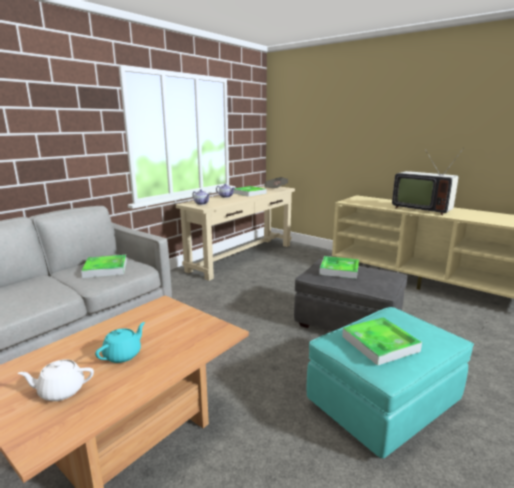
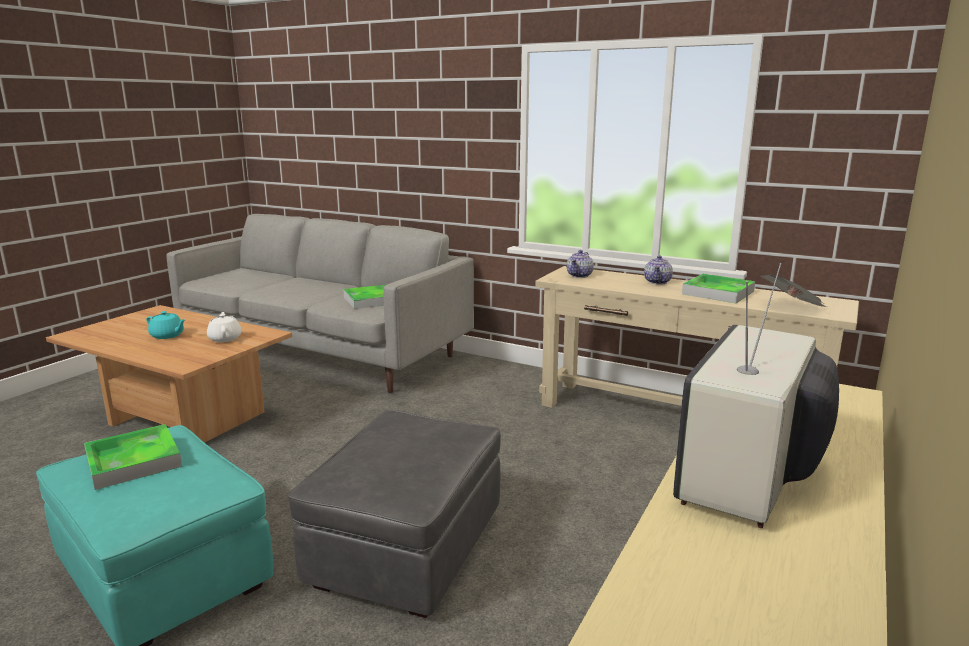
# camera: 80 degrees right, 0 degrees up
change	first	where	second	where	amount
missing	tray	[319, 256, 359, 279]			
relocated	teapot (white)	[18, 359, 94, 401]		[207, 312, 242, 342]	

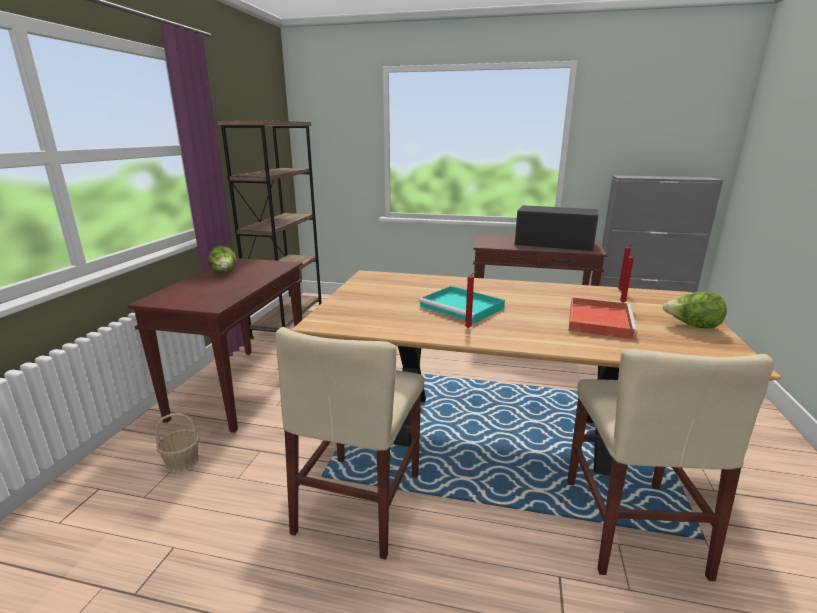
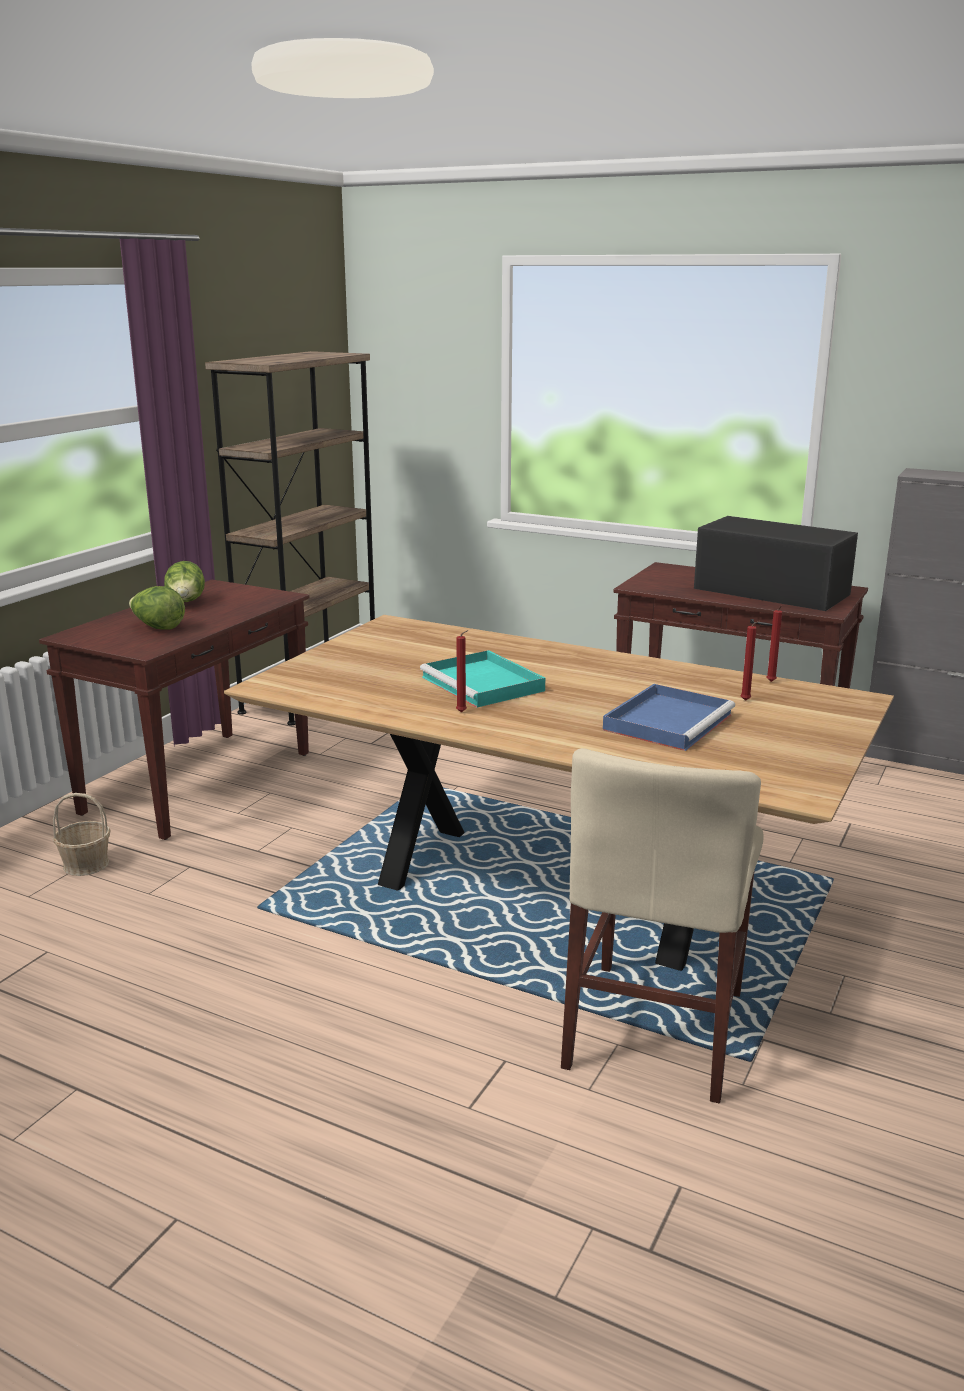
# camera: 15 degrees right, 0 degrees up
change	first	where	second	where	amount
relocated	lettuce	[663, 292, 727, 328]		[129, 586, 185, 630]	
colour	tray (red)	[569, 297, 638, 339]	tray (blue)	[603, 684, 735, 751]	
missing	chair (beige)	[275, 327, 424, 560]			

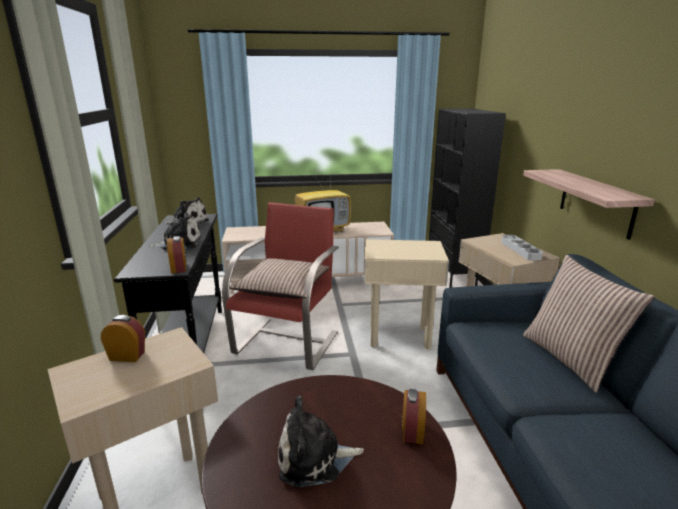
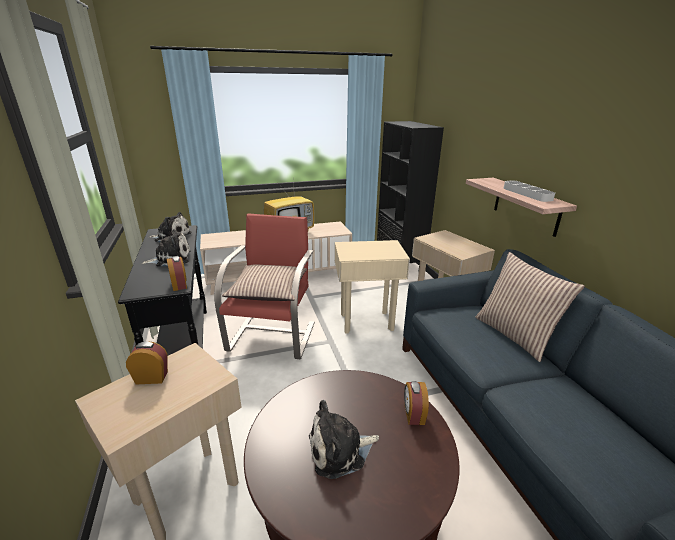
# camera: 10 degrees left, 5 degrees up
change	first	where	second	where	amount
relocated	tray (grey)	[501, 235, 543, 261]		[503, 180, 555, 202]	

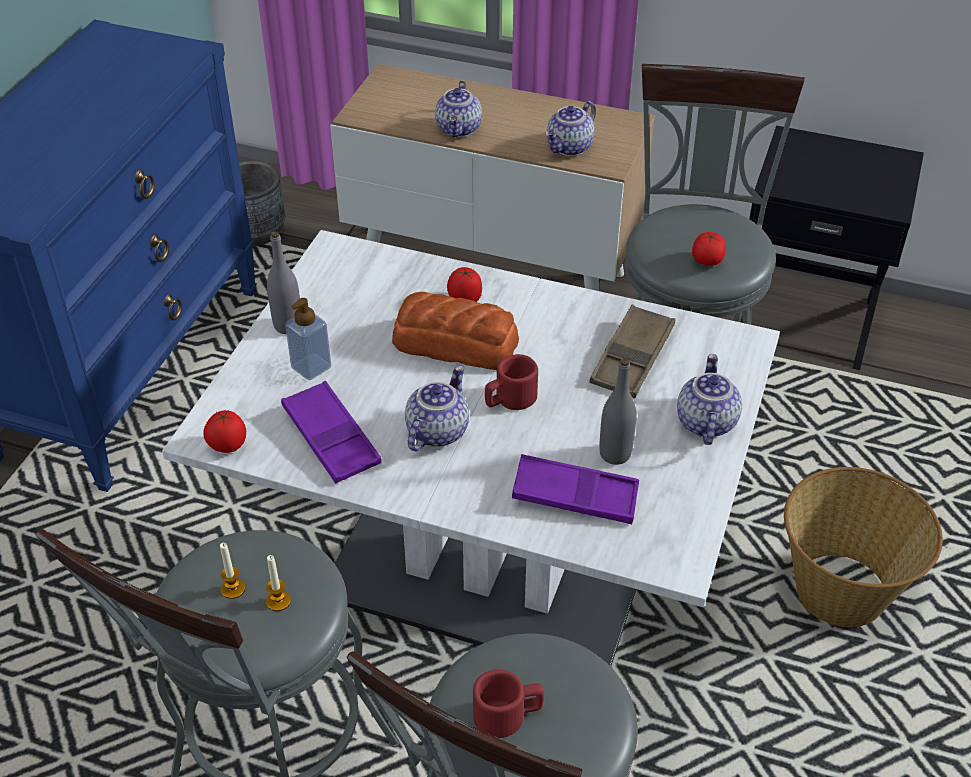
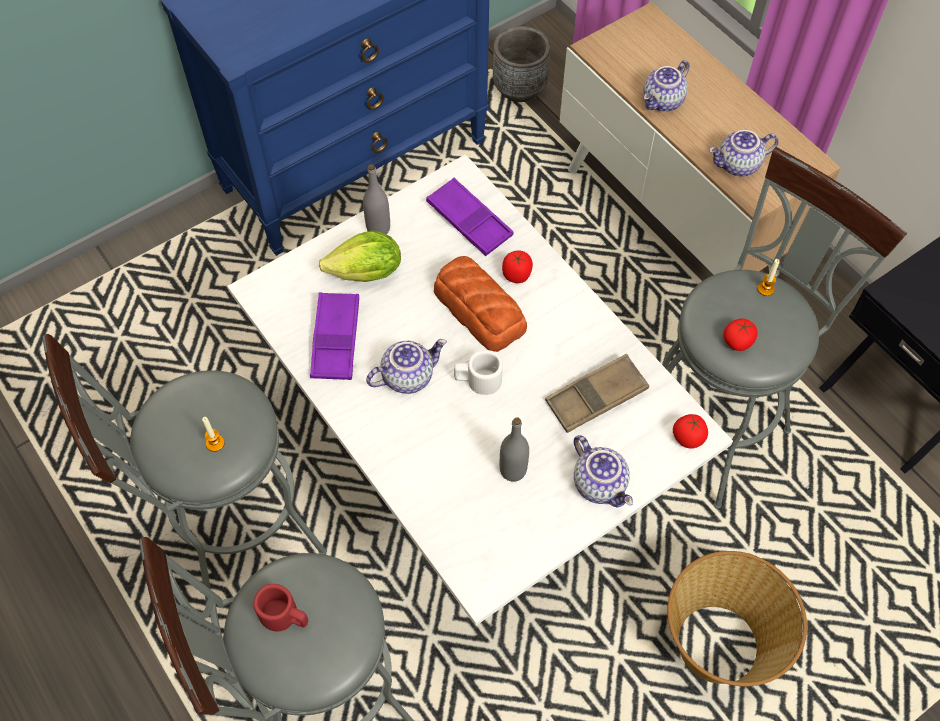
# camera: 35 degrees right, 15 degrees up
change	first	where	second	where	amount
exchanged	soap dispenser	[285, 298, 331, 380]	lettuce	[319, 231, 401, 282]	
colour	mug (red)	[485, 354, 538, 410]	mug (white)	[454, 350, 503, 395]	
spun	teapot	[677, 354, 742, 445]		[574, 435, 633, 507]	105 degrees clockwise
relocated	tomato	[203, 410, 246, 453]		[673, 414, 708, 449]	
relocated	tray (purple)	[512, 454, 639, 524]		[426, 177, 513, 256]	
relocated	candle	[220, 543, 245, 599]		[757, 259, 780, 296]	

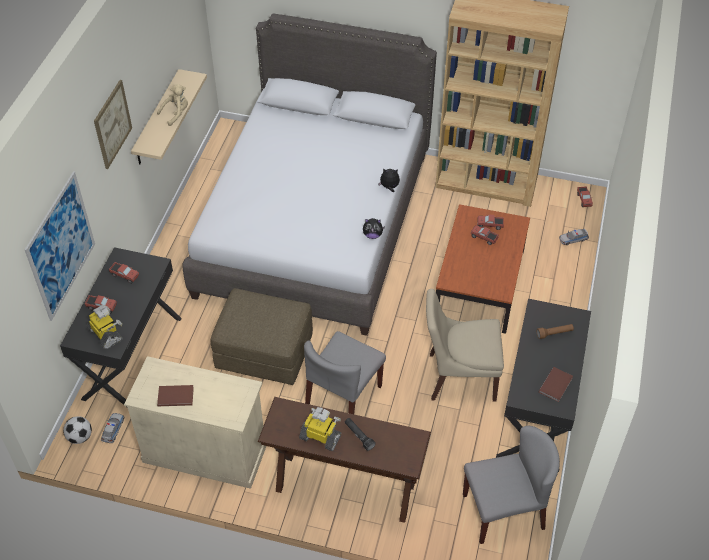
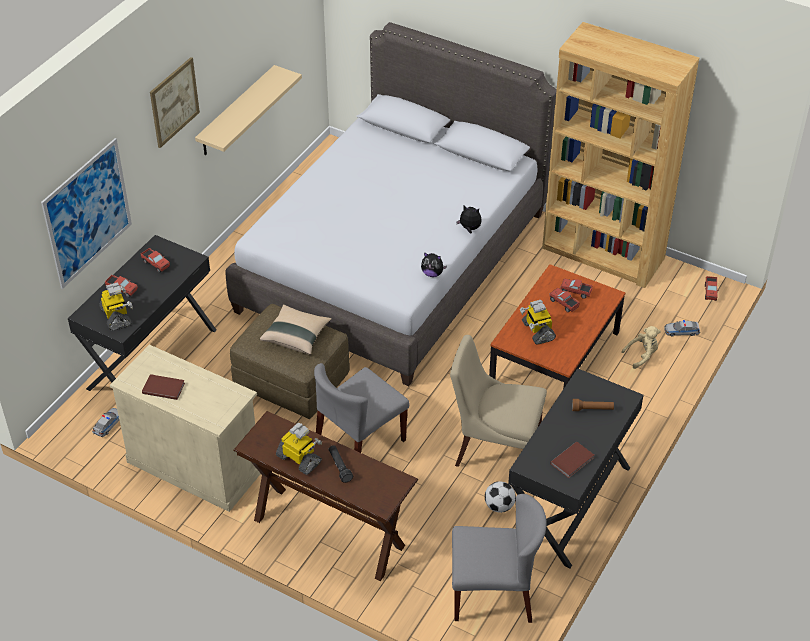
# camera: 15 degrees right, 5 degrees down
change	first	where	second	where	amount
relocated	plush toy (beige)	[157, 84, 188, 126]		[621, 326, 661, 369]	
relocated	football	[63, 416, 92, 444]		[485, 481, 516, 513]	
appeared			toy robot	[520, 300, 556, 345]	
appeared			pillow (beige)	[260, 304, 332, 355]	

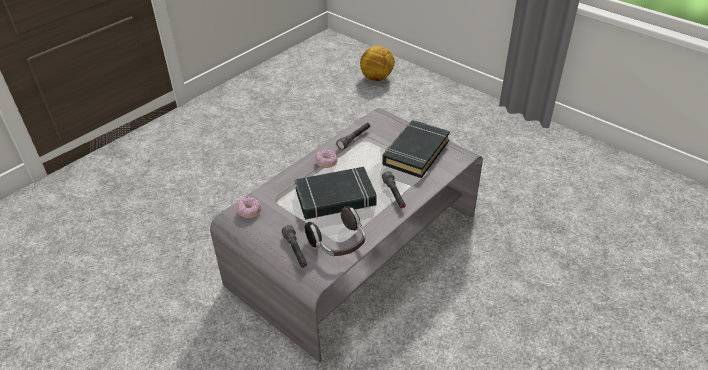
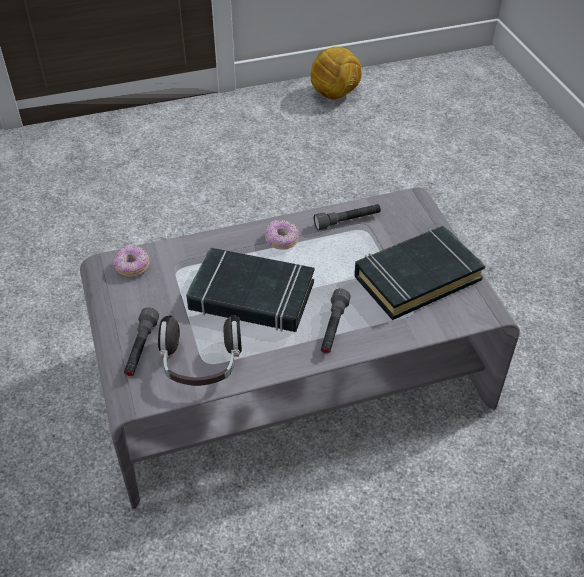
# camera: 30 degrees right, 5 degrees up
change	first	where	second	where	amount
relocated	football	[360, 46, 395, 81]		[311, 47, 362, 99]	

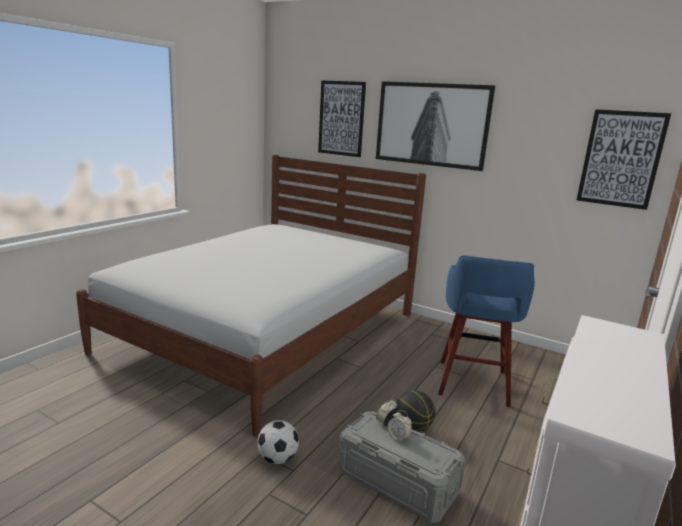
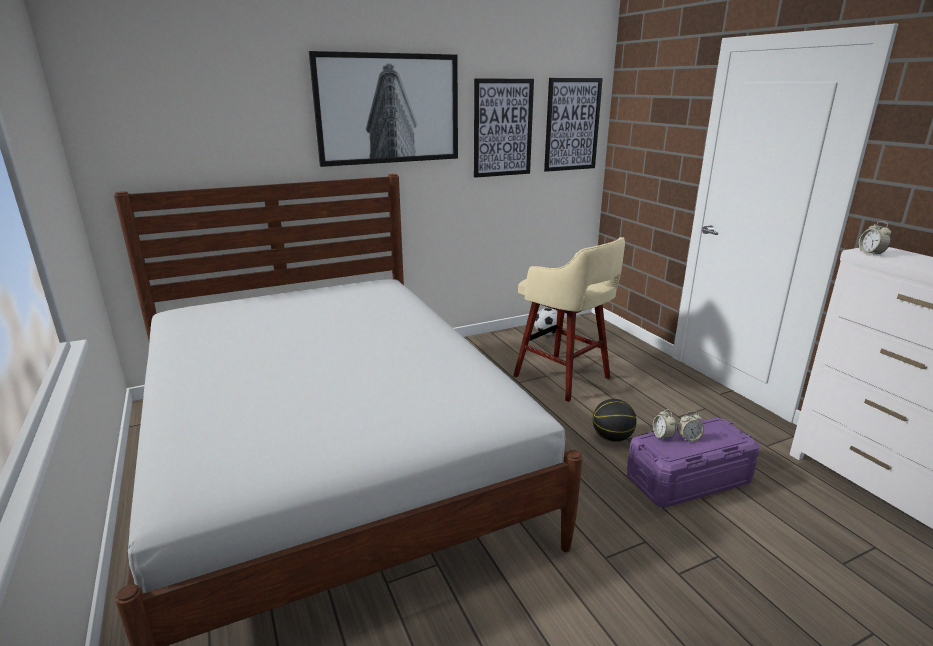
# camera: 55 degrees left, 5 degrees up
change	first	where	second	where	amount
relocated	picture	[318, 80, 366, 157]		[474, 78, 534, 178]	
colour	stool (blue)	[438, 255, 535, 407]	stool (beige)	[513, 237, 625, 402]	
colour	storage box (grey)	[338, 412, 465, 523]	storage box (purple)	[627, 418, 759, 508]	
relocated	football	[257, 420, 299, 464]		[534, 308, 557, 335]	
appeared			alarm clock	[859, 221, 891, 256]	

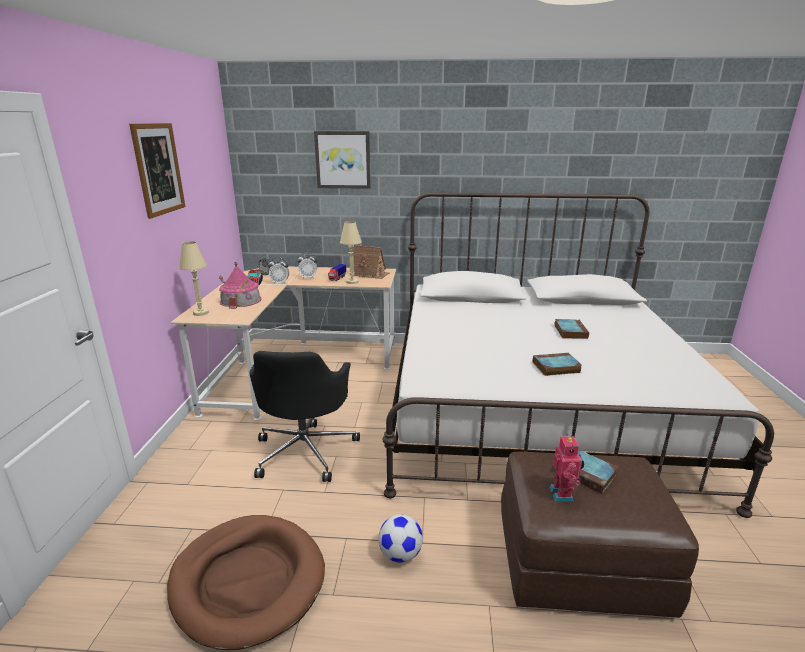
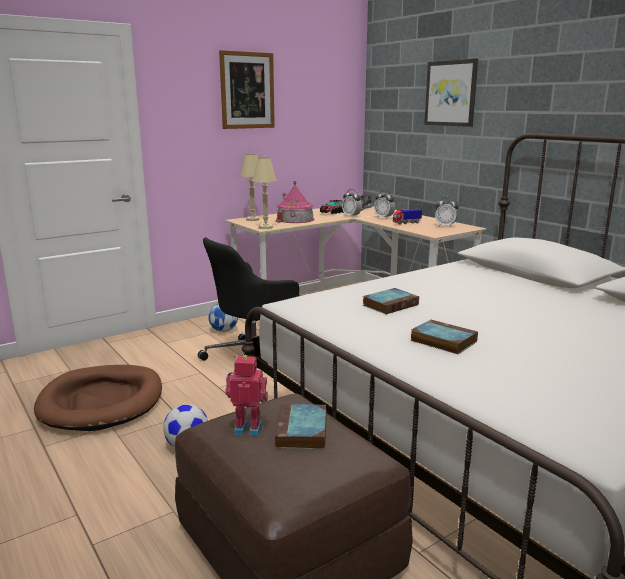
# camera: 50 degrees right, 5 degrees down
change	first	where	second	where	amount
relocated	table lamp (beige)	[340, 221, 362, 284]		[252, 157, 277, 229]	
exchanged	toy house	[353, 245, 389, 279]	alarm clock	[435, 197, 459, 228]	
relocated	book	[554, 319, 589, 339]		[363, 288, 419, 314]	
spun	toy robot	[550, 434, 584, 501]		[225, 355, 268, 436]	135 degrees counterclockwise
appeared			football	[208, 303, 238, 332]	

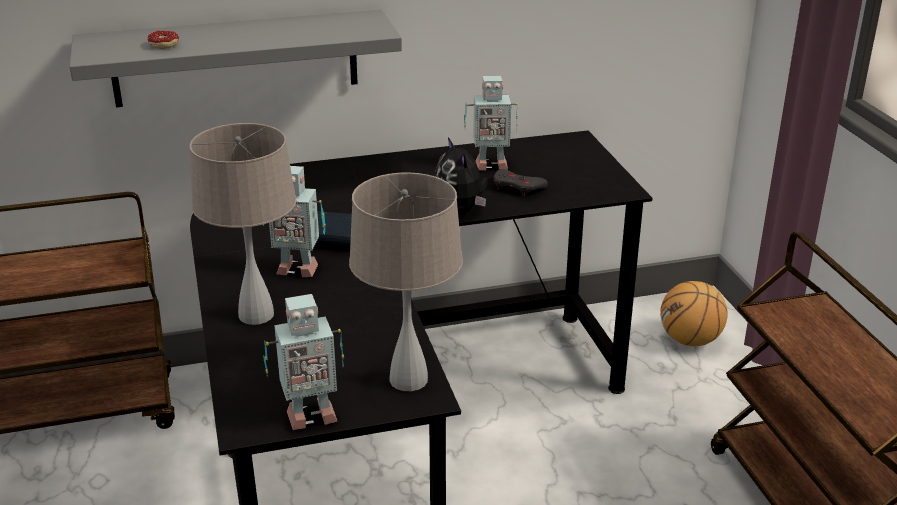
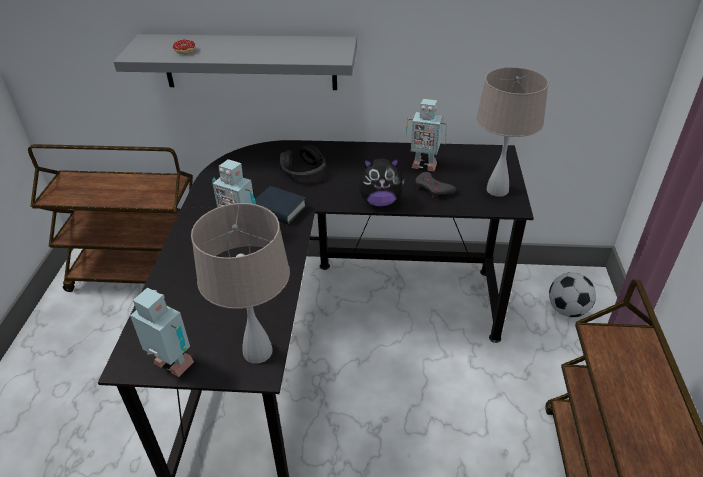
# camera: 20 degrees right, 10 degrees up
change	first	where	second	where	amount
relocated	table lamp (beige)	[190, 123, 297, 325]		[476, 67, 549, 197]	
spun	plush toy	[434, 137, 488, 214]		[359, 158, 405, 207]	90 degrees counterclockwise
exchanged	basketball	[660, 281, 728, 346]	football	[549, 272, 596, 317]	
spun	toy robot	[263, 294, 344, 430]		[130, 287, 194, 377]	150 degrees counterclockwise
appeared			headphones (black)	[280, 145, 326, 178]	

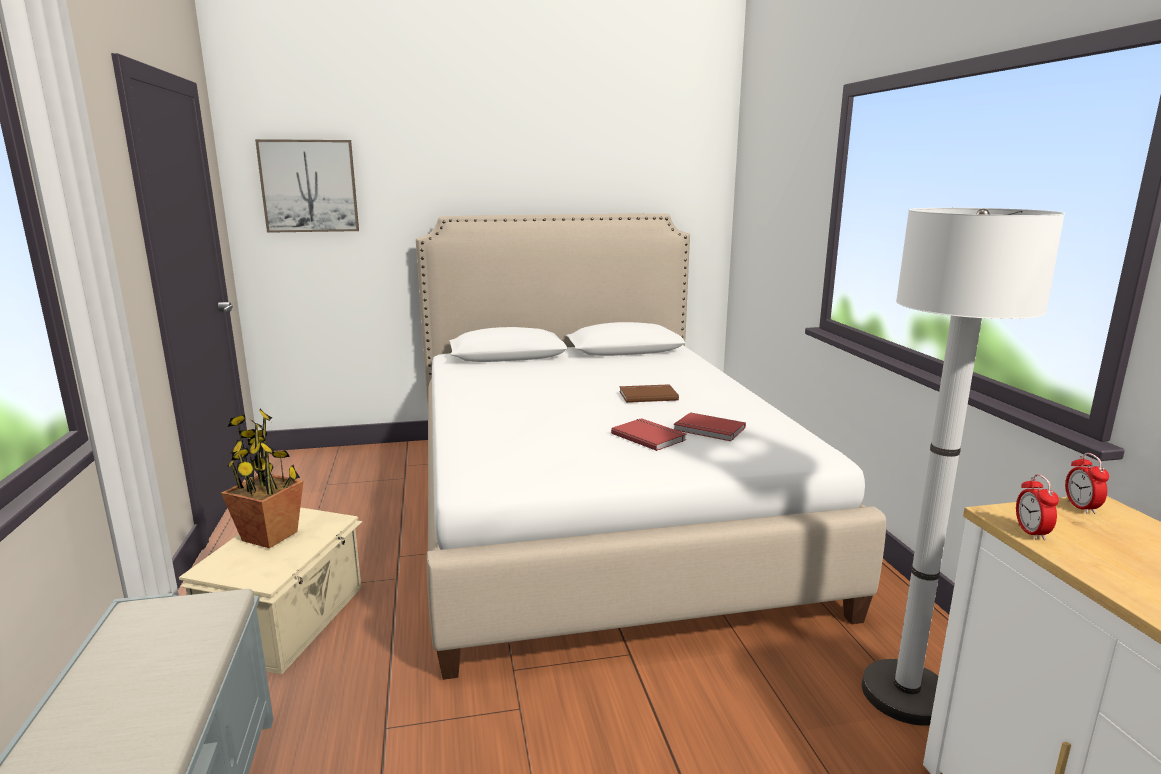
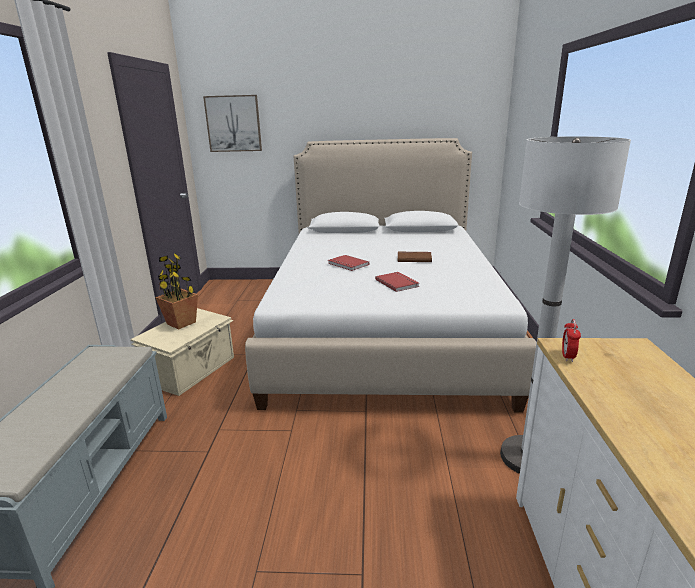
# camera: 15 degrees right, 5 degrees up
change	first	where	second	where	amount
relocated	book (red)	[674, 412, 746, 441]		[328, 255, 369, 271]	
missing	alarm clock	[1065, 453, 1109, 514]			

